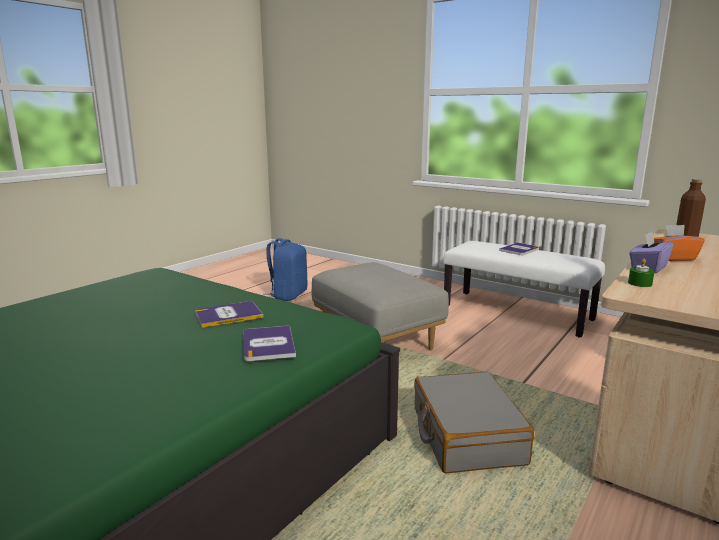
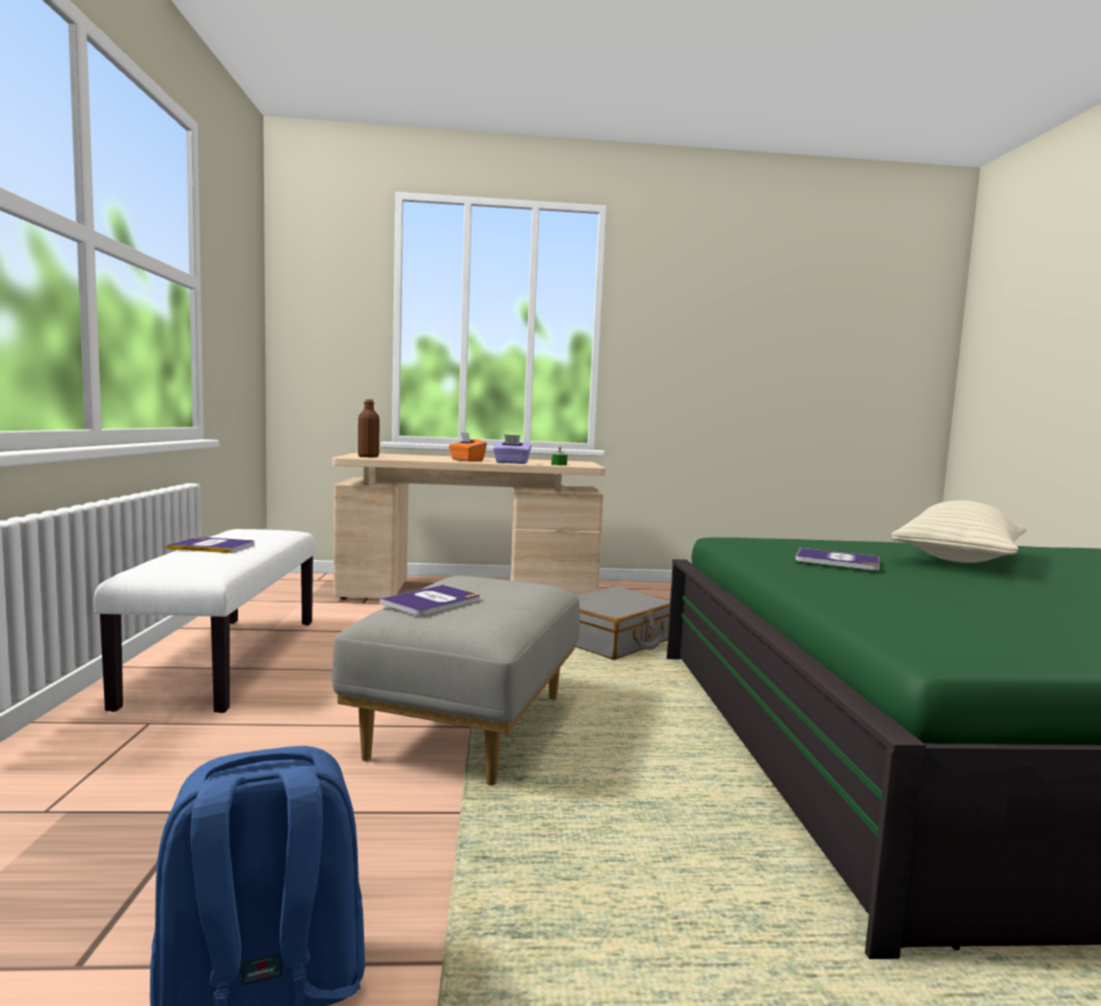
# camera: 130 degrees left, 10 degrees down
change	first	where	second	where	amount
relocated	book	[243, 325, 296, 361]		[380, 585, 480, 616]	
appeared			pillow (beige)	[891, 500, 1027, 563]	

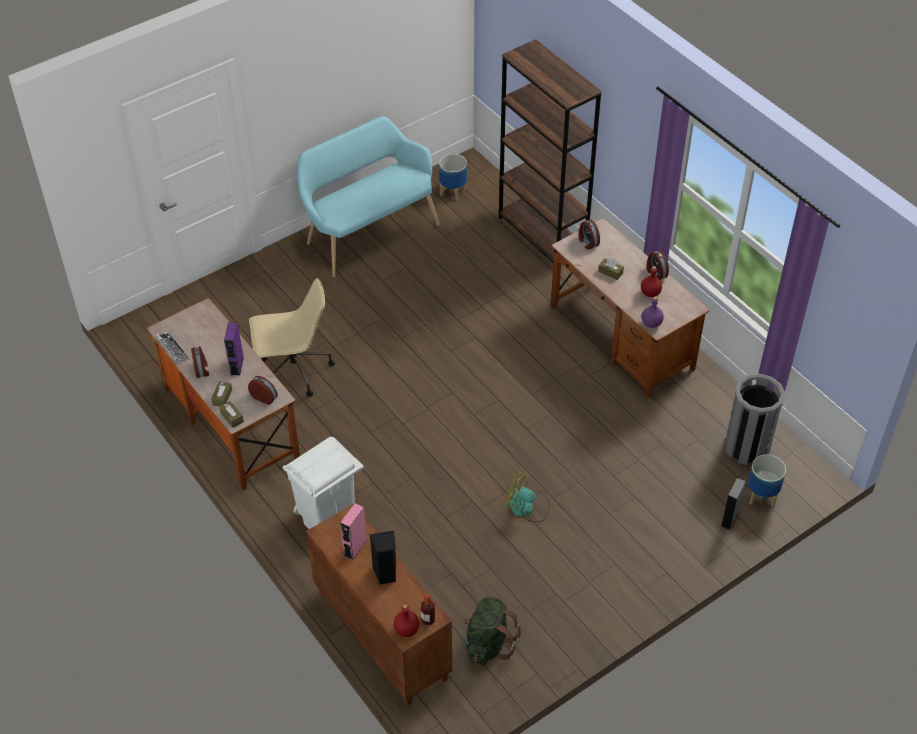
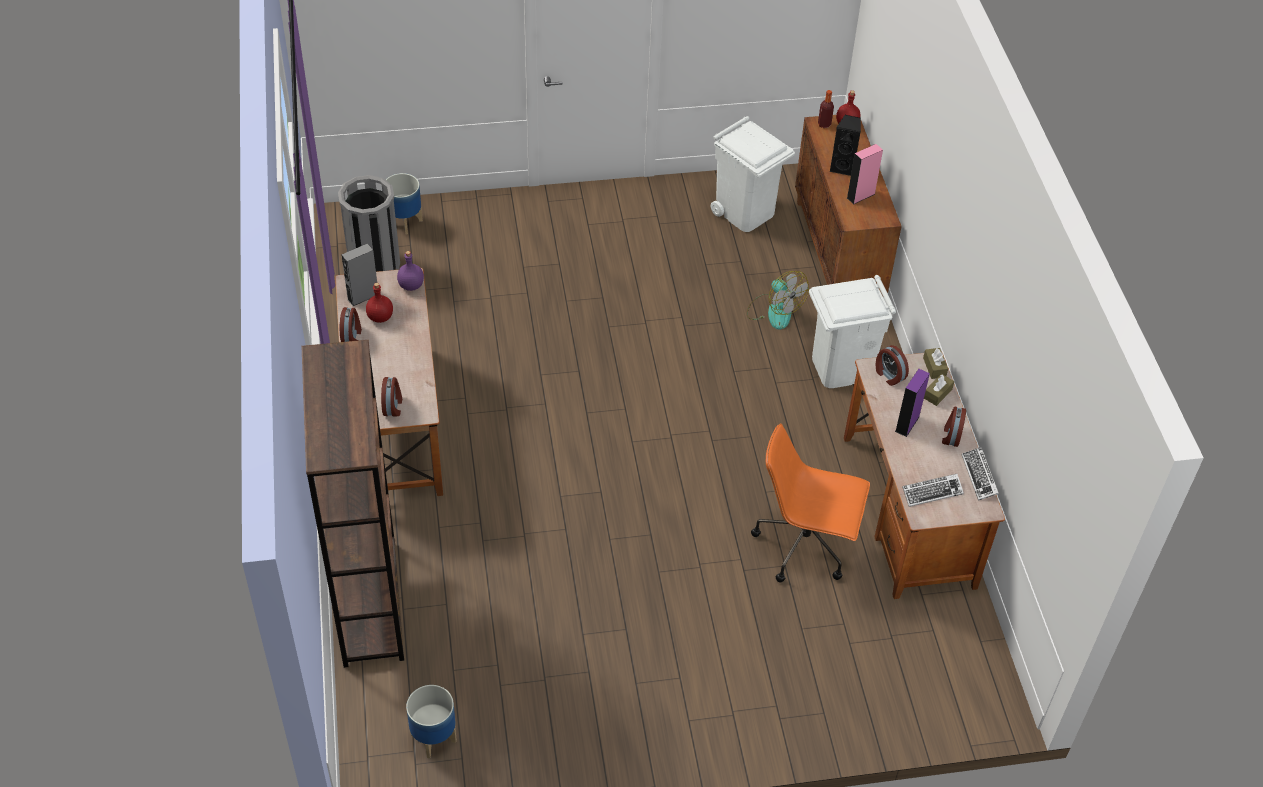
# camera: 155 degrees left, 0 degrees up
change	first	where	second	where	amount
missing	bench (turquoise)	[298, 117, 440, 277]			
missing	tissue box (brown)	[598, 258, 624, 280]			
colour	office chair (beige)	[249, 278, 335, 397]	office chair (orange)	[751, 424, 870, 583]	
relocated	fan	[503, 470, 550, 522]		[747, 271, 809, 330]	
relocated	speaker (grey)	[721, 478, 746, 530]		[341, 243, 377, 306]	
exchanged	backpack (green)	[463, 597, 521, 665]	trash can (white)	[711, 116, 795, 232]	
appeared			keyboard	[902, 474, 964, 507]	

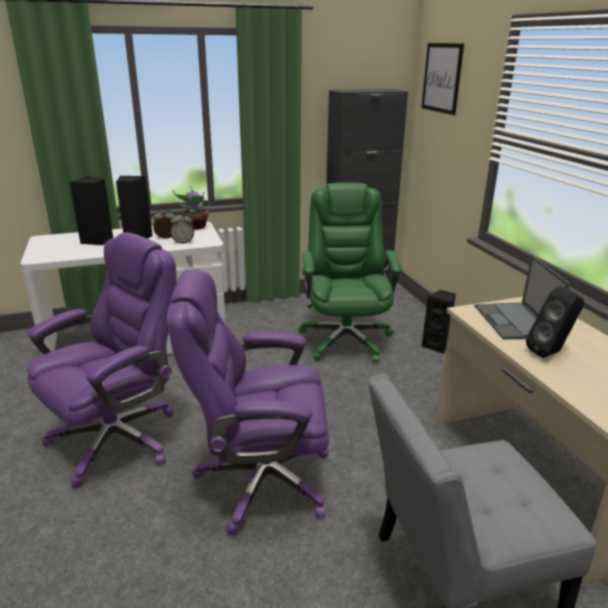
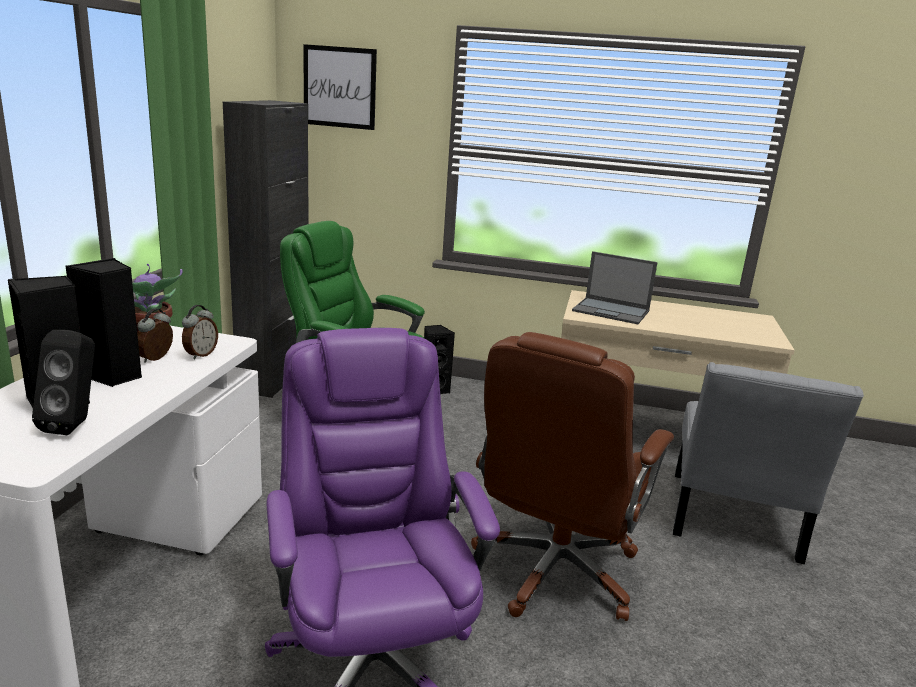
# camera: 60 degrees left, 5 degrees down
change	first	where	second	where	amount
colour	office chair (purple)	[167, 269, 329, 535]	office chair (brown)	[471, 332, 674, 621]	
relocated	speaker (black)	[526, 287, 584, 358]		[32, 330, 95, 435]	

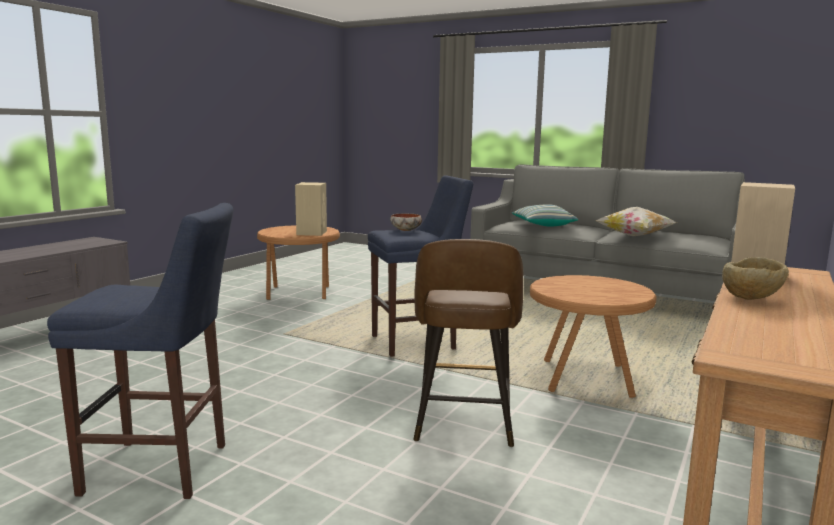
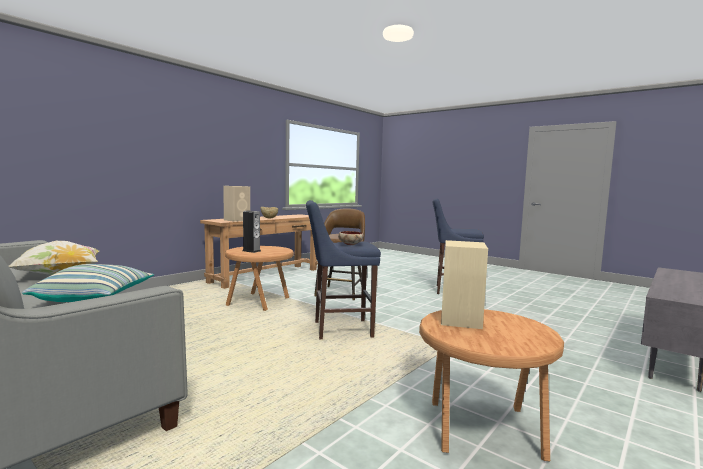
# camera: 170 degrees left, 5 degrees down
change	first	where	second	where	amount
appeared			speaker	[242, 211, 261, 253]	

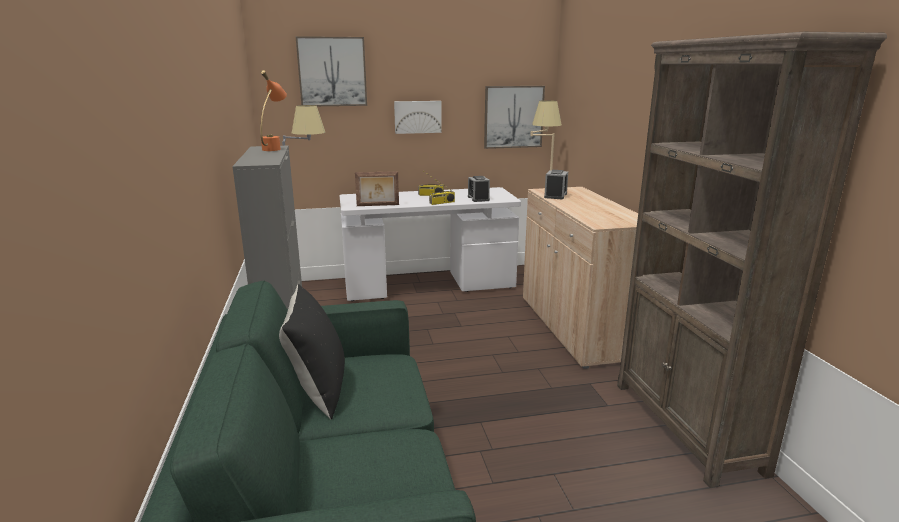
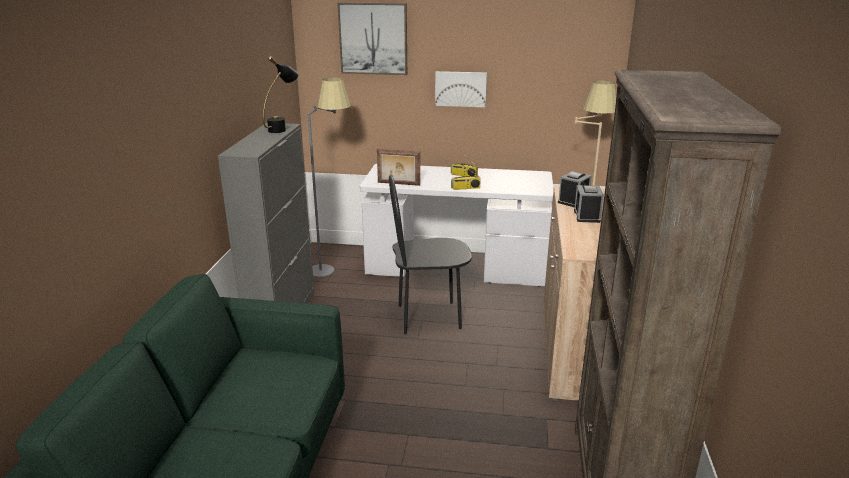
# camera: 20 degrees right, 5 degrees up
change	first	where	second	where	amount
colour	table lamp (orange)	[260, 70, 287, 151]	table lamp (black)	[263, 56, 299, 133]	
missing	picture	[484, 86, 545, 149]			
relocated	alarm clock	[468, 176, 490, 202]		[574, 185, 604, 223]	
missing	pillow (black)	[279, 284, 345, 419]			
appeared			chair (black)	[389, 175, 472, 334]	

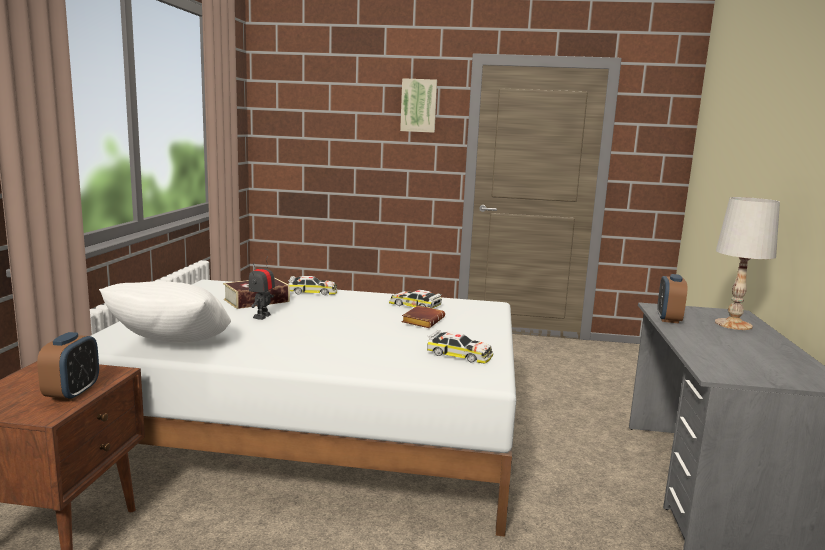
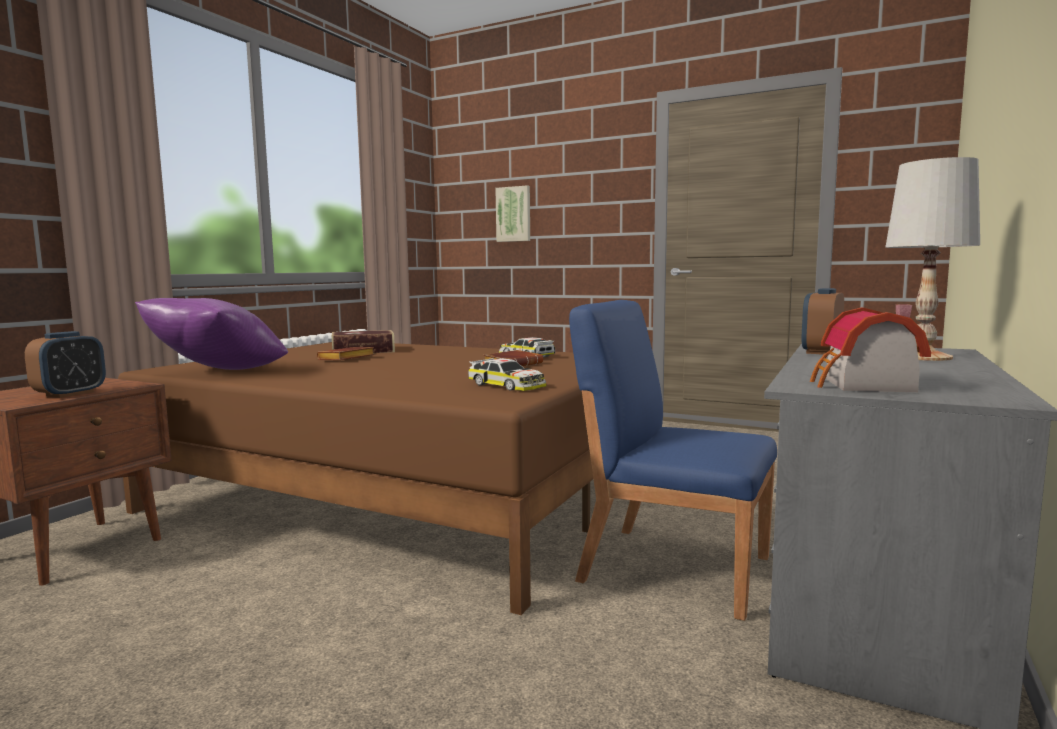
# camera: 20 degrees right, 5 degrees down
change	first	where	second	where	amount
relocated	picture	[400, 78, 437, 133]		[495, 185, 530, 242]	
exchanged	toy robot	[249, 256, 275, 320]	book (brown)	[317, 347, 375, 360]	
missing	toy car	[288, 276, 337, 295]			
colour	bed (white)	[91, 280, 516, 537]	bed (brown)	[118, 342, 593, 615]	
colour	pillow (white)	[99, 281, 231, 343]	pillow (purple)	[135, 298, 288, 370]	
appeared			chair (blue)	[569, 300, 777, 621]	
appeared			toy house	[810, 304, 931, 392]	

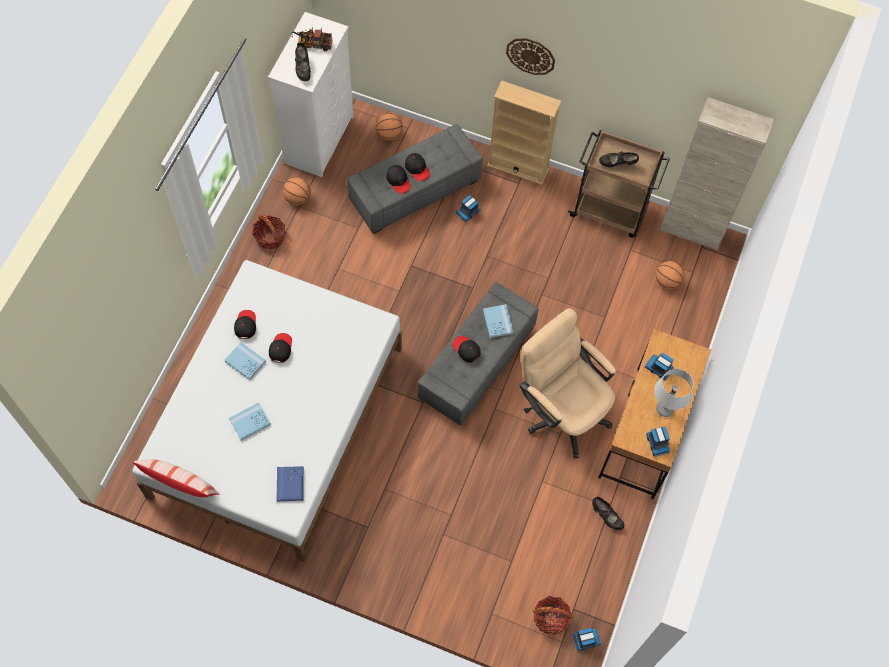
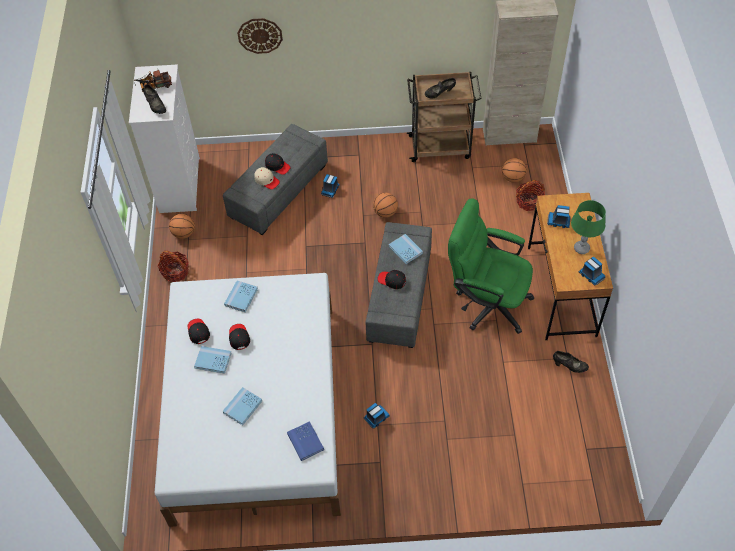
# camera: 20 degrees left, 10 degrees down
change	first	where	second	where	amount
relocated	wall clock	[506, 38, 555, 75]		[237, 18, 283, 54]	
missing	bookcase (beige)	[487, 81, 561, 185]			
relocated	basketball	[375, 113, 403, 140]		[373, 193, 398, 218]	
colour	cap (black)	[386, 165, 411, 194]	cap (beige)	[254, 167, 280, 189]	
colour	office chair (beige)	[520, 308, 616, 458]	office chair (green)	[448, 198, 534, 334]	
colour	table lamp (grey)	[654, 369, 694, 417]	table lamp (green)	[571, 200, 606, 254]	
missing	pillow	[132, 459, 220, 497]			
relocated	basket	[533, 596, 572, 635]		[516, 180, 545, 211]	
relocated	toy truck	[573, 628, 601, 651]		[364, 403, 390, 429]	
appeared			book (blue)	[224, 280, 258, 312]	

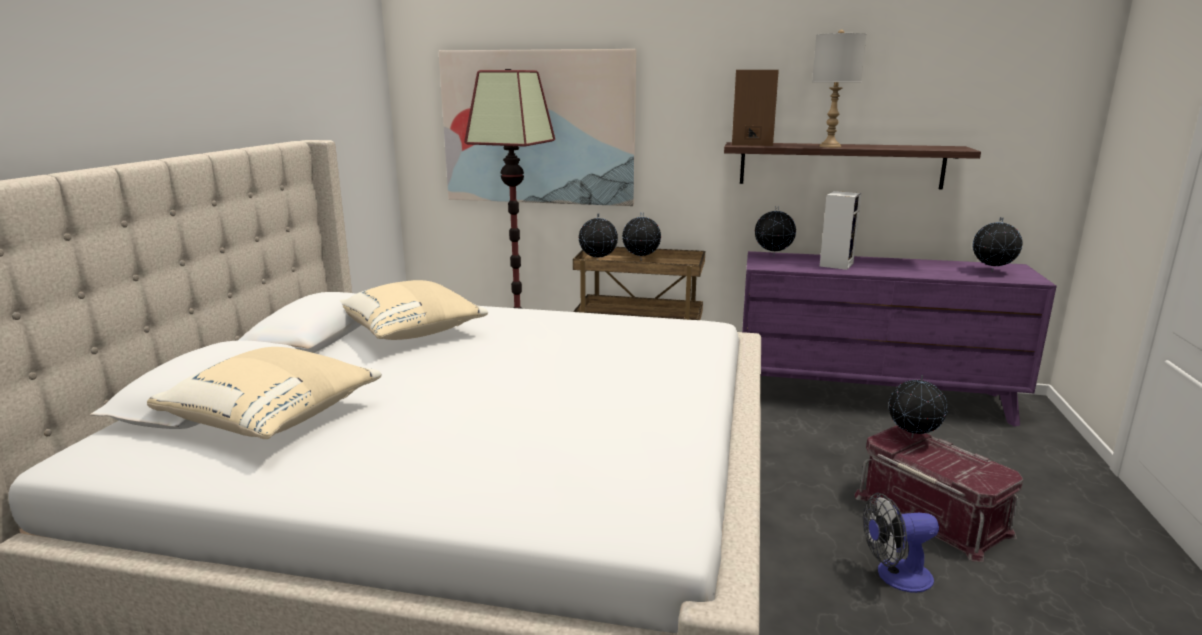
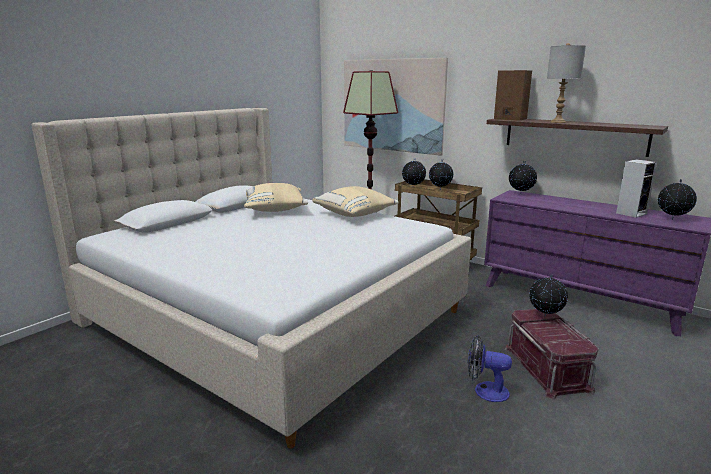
# camera: 25 degrees right, 0 degrees up
change	first	where	second	where	amount
relocated	speaker	[820, 191, 861, 270]		[616, 159, 657, 218]	
relocated	pillow (beige)	[147, 347, 382, 439]		[312, 186, 399, 217]	

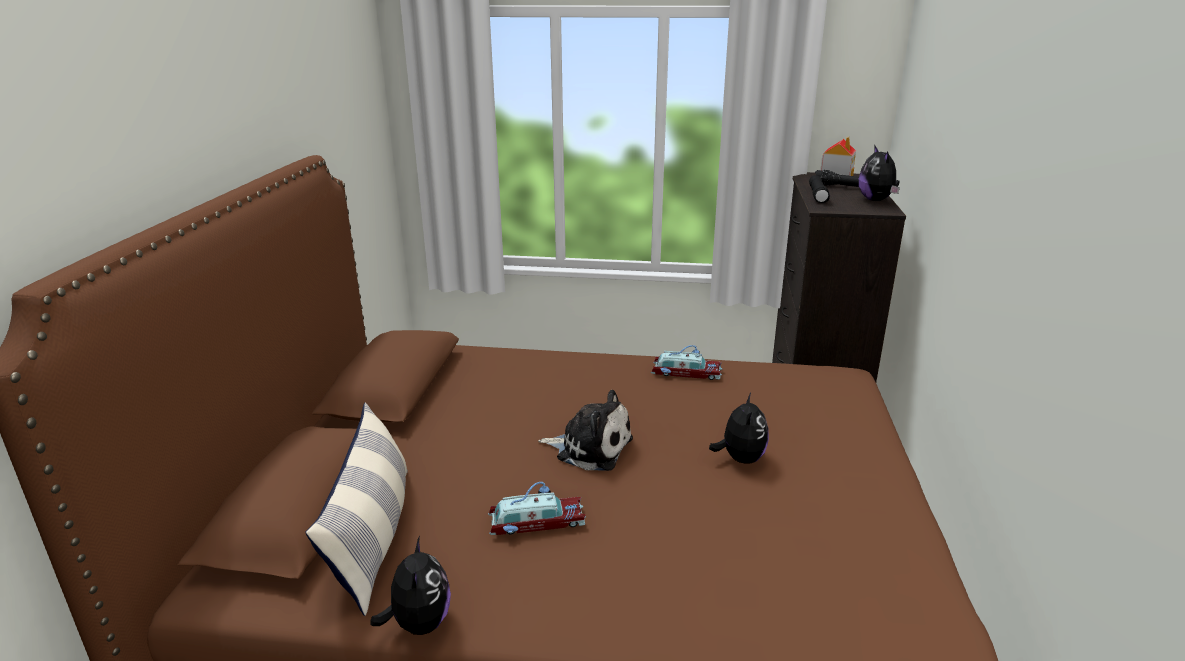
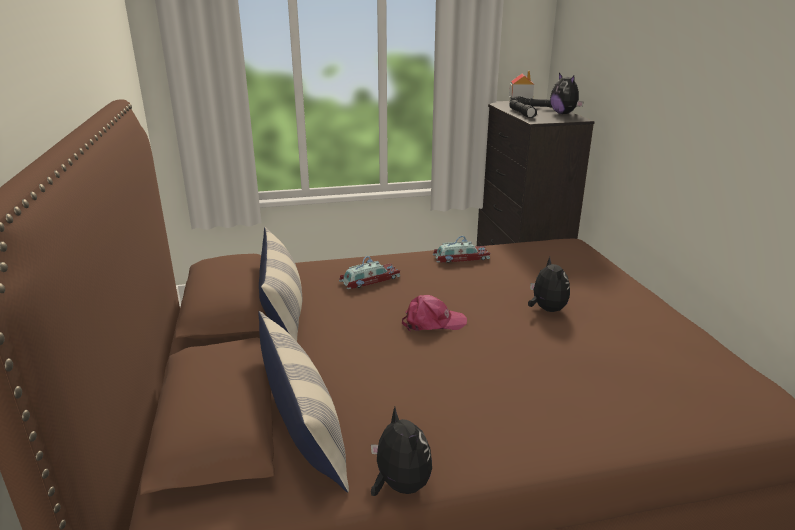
# camera: 20 degrees left, 0 degrees up
change	first	where	second	where	amount
exchanged	plush toy	[538, 390, 633, 471]	cap (pink)	[402, 295, 467, 332]	
relocated	toy car	[488, 482, 586, 535]		[339, 256, 400, 289]	
appeared			pillow	[259, 227, 302, 342]	

